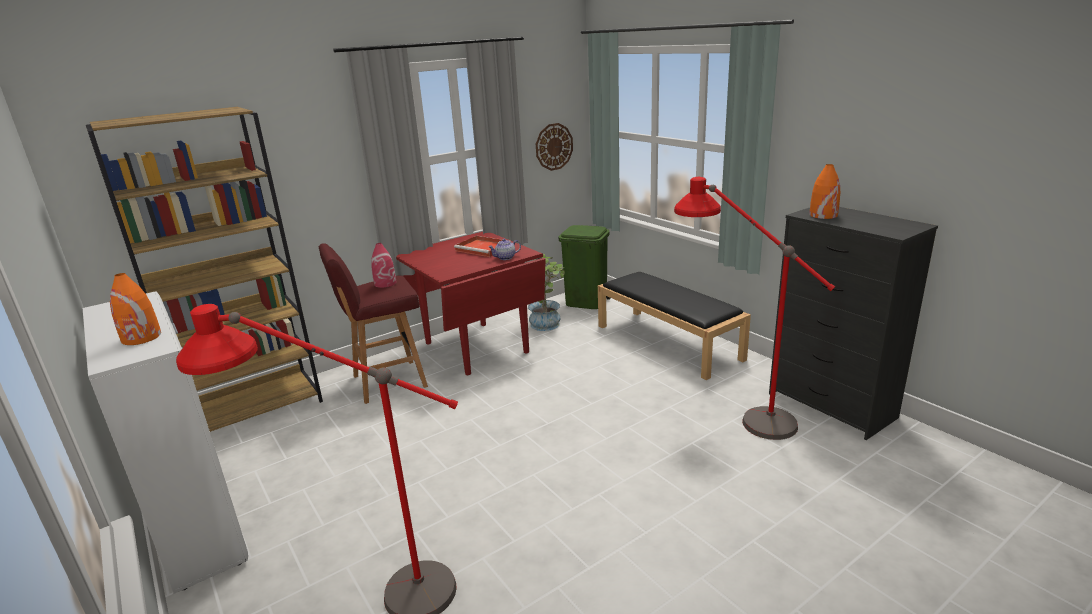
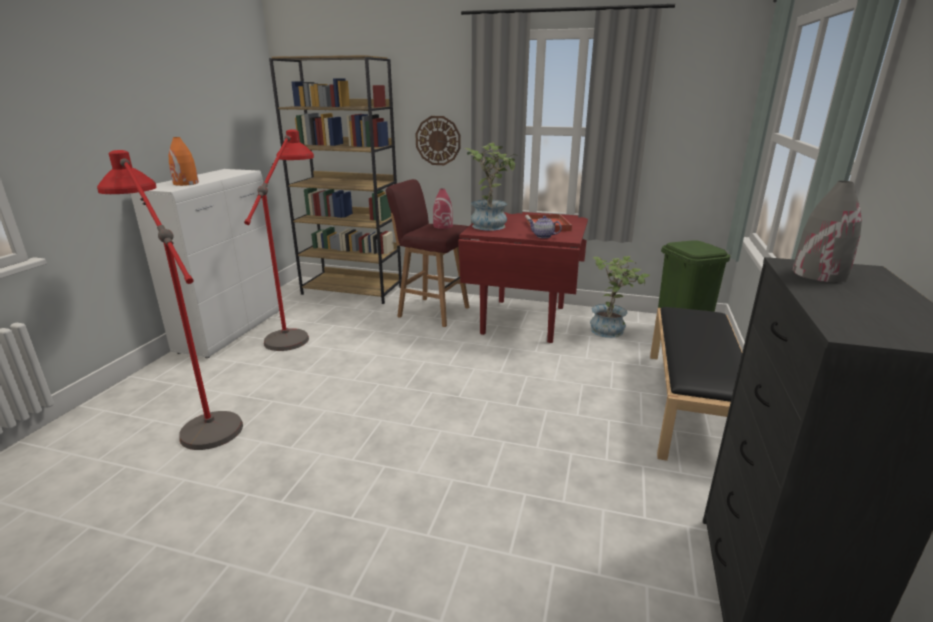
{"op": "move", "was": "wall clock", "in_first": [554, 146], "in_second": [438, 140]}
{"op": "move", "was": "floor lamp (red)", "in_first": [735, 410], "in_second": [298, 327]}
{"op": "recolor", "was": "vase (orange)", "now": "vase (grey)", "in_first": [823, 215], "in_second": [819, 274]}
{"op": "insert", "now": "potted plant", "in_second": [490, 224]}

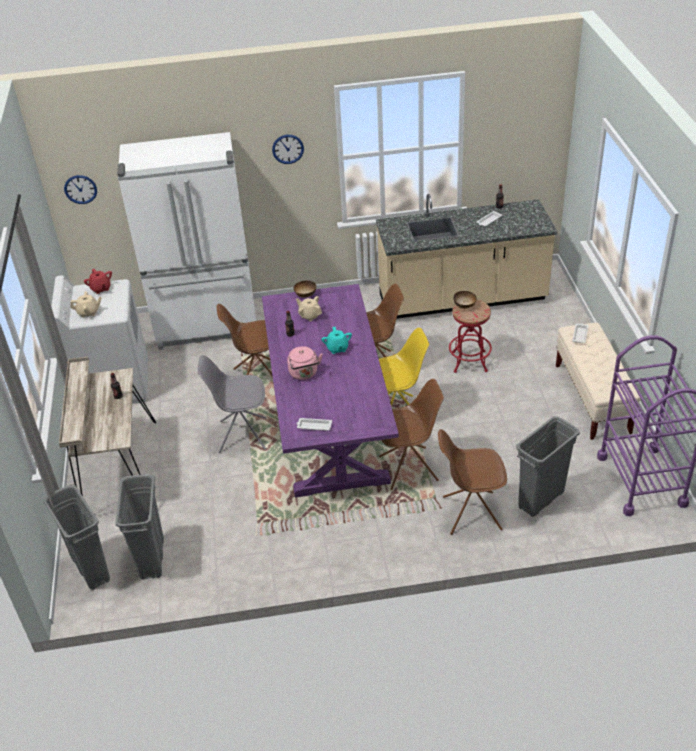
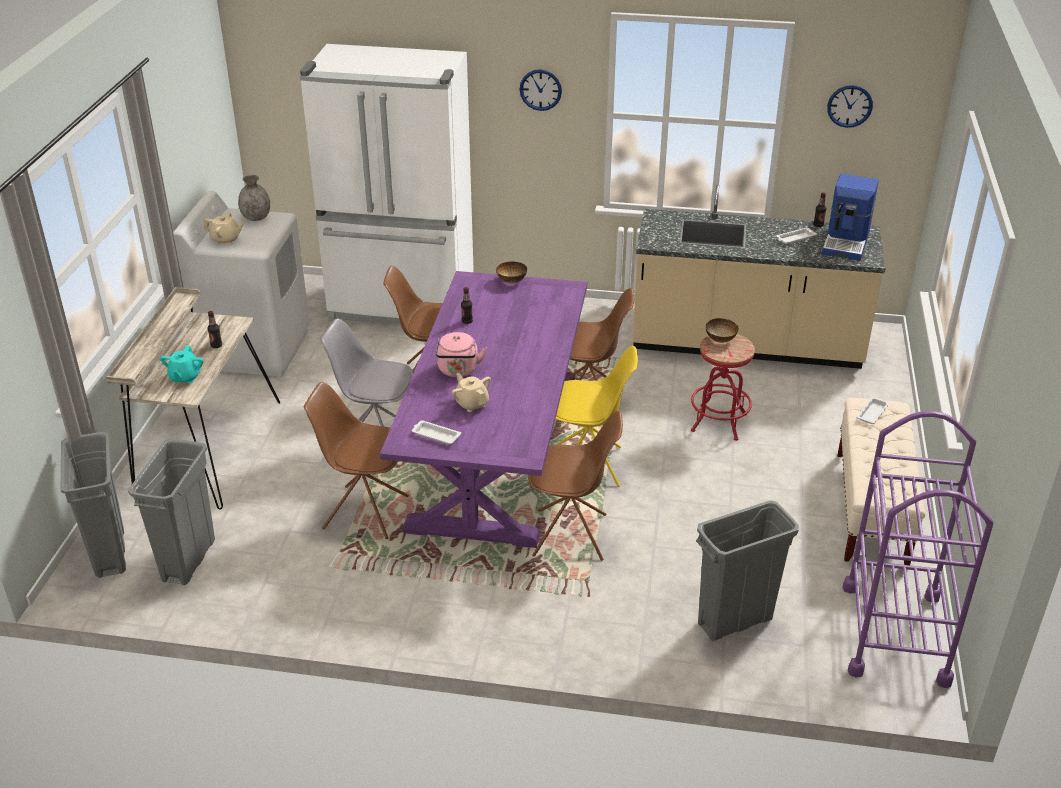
{"op": "move", "was": "wall clock", "in_first": [80, 189], "in_second": [849, 106]}
{"op": "replace", "was": "teapot (red)", "now": "vase (grey)", "in_first": [101, 289], "in_second": [256, 217]}
{"op": "move", "was": "teapot (beige)", "in_first": [310, 316], "in_second": [471, 403]}
{"op": "move", "was": "teapot (turquoise)", "in_first": [337, 348], "in_second": [185, 377]}
{"op": "move", "was": "chair (brown)", "in_first": [470, 513], "in_second": [364, 512]}
{"op": "insert", "now": "coffee machine", "in_second": [847, 242]}

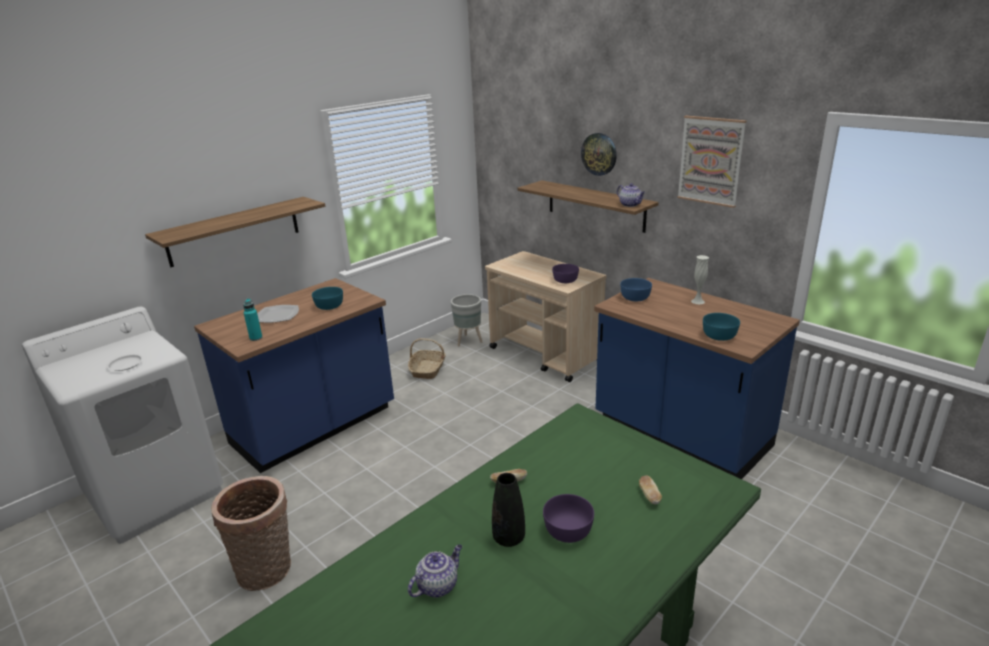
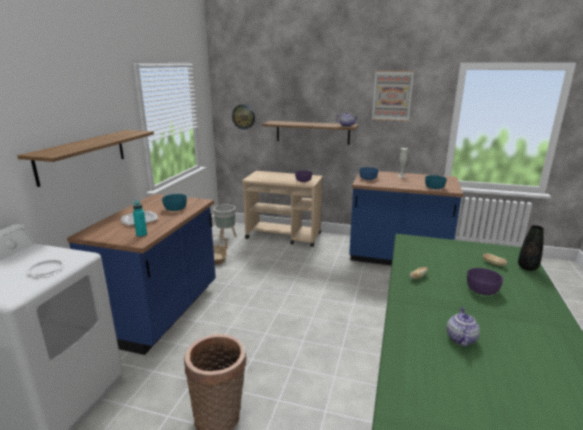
{"op": "move", "was": "vase (black)", "in_first": [509, 538], "in_second": [527, 267]}
{"op": "move", "was": "wall clock", "in_first": [599, 154], "in_second": [243, 116]}

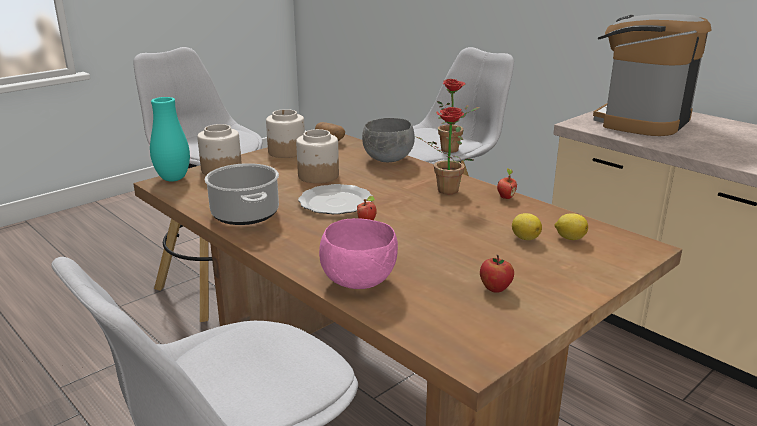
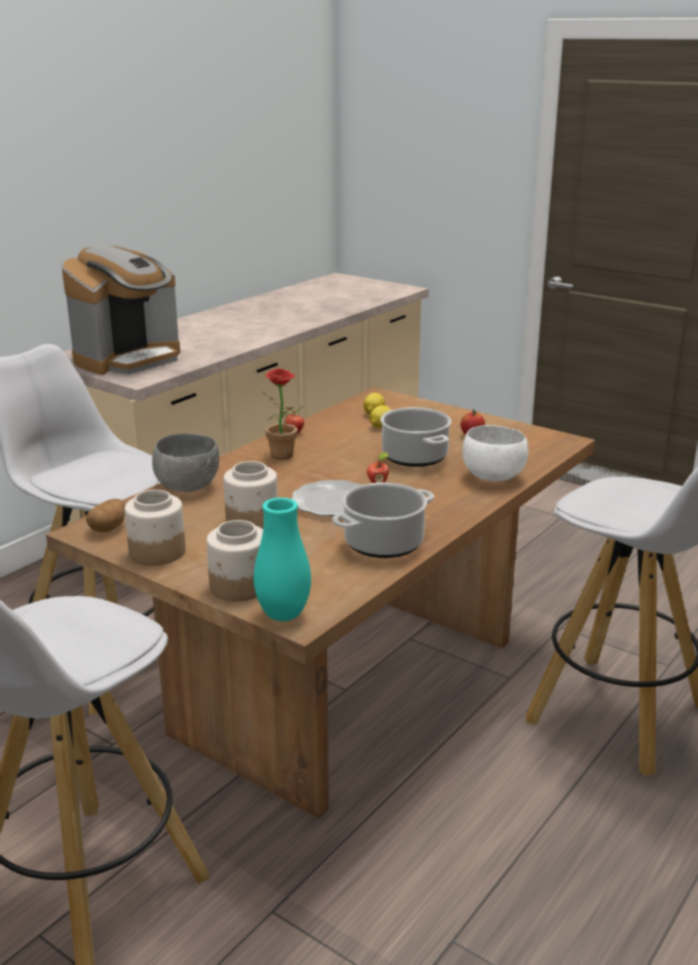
{"op": "recolor", "was": "bowl (pink)", "now": "bowl (white)", "in_first": [360, 281], "in_second": [492, 477]}
{"op": "delete", "was": "potted plant", "in_first": [453, 150]}
{"op": "rotate", "was": "coffee machine", "in_first": [640, 121], "in_second": [129, 359], "clockwise": -75}
{"op": "insert", "now": "cooking pot", "in_second": [415, 457]}

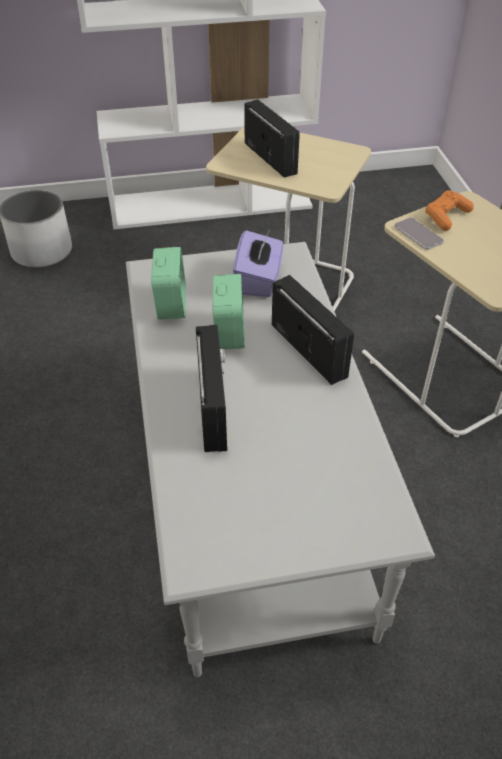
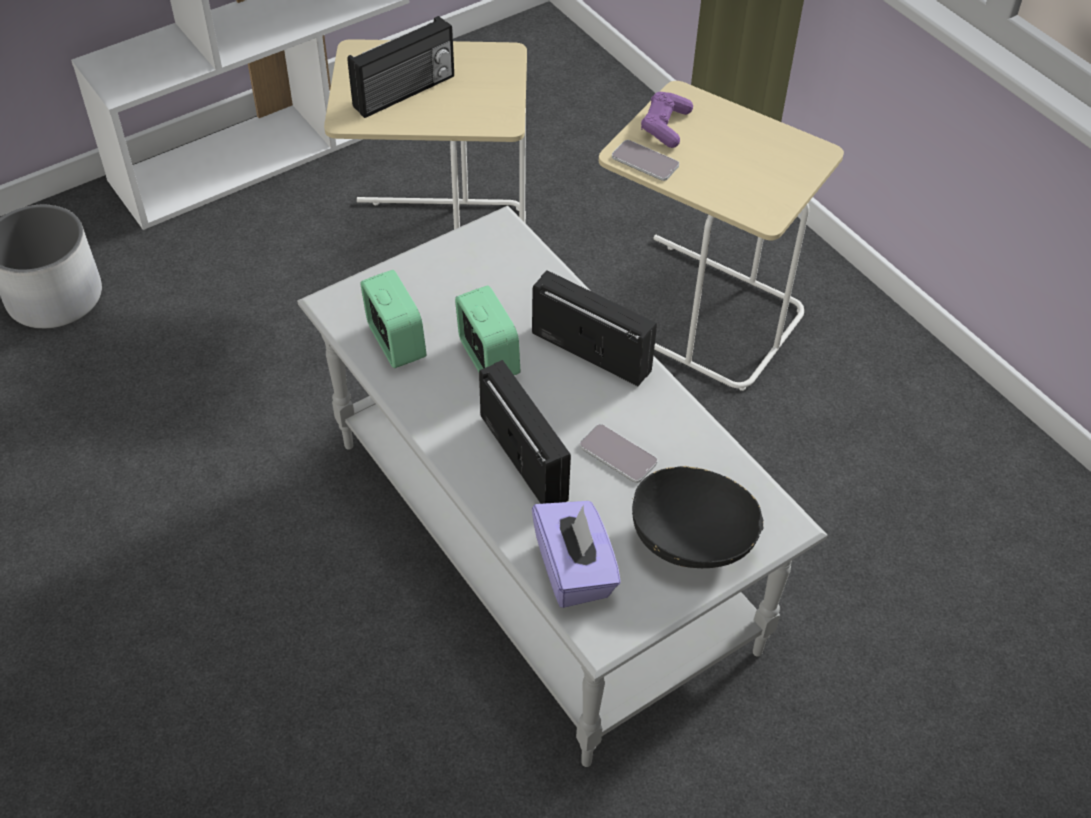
{"op": "move", "was": "tissue box (purple)", "in_first": [259, 280], "in_second": [574, 570]}
{"op": "rotate", "was": "radio", "in_first": [271, 158], "in_second": [405, 93], "clockwise": 105}
{"op": "recolor", "was": "game controller (orange)", "now": "game controller (purple)", "in_first": [446, 216], "in_second": [665, 126]}
{"op": "insert", "now": "phone", "in_second": [618, 454]}
{"op": "insert", "now": "bowl (black)", "in_second": [692, 539]}

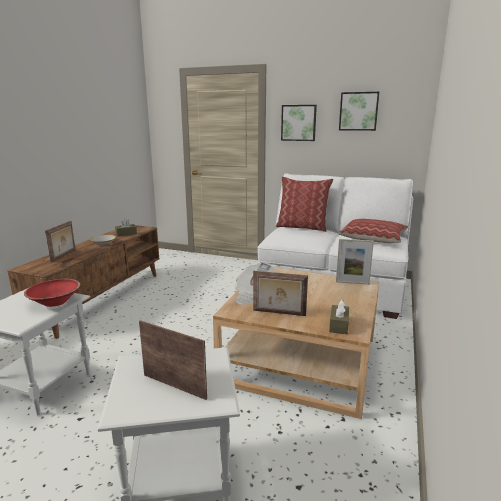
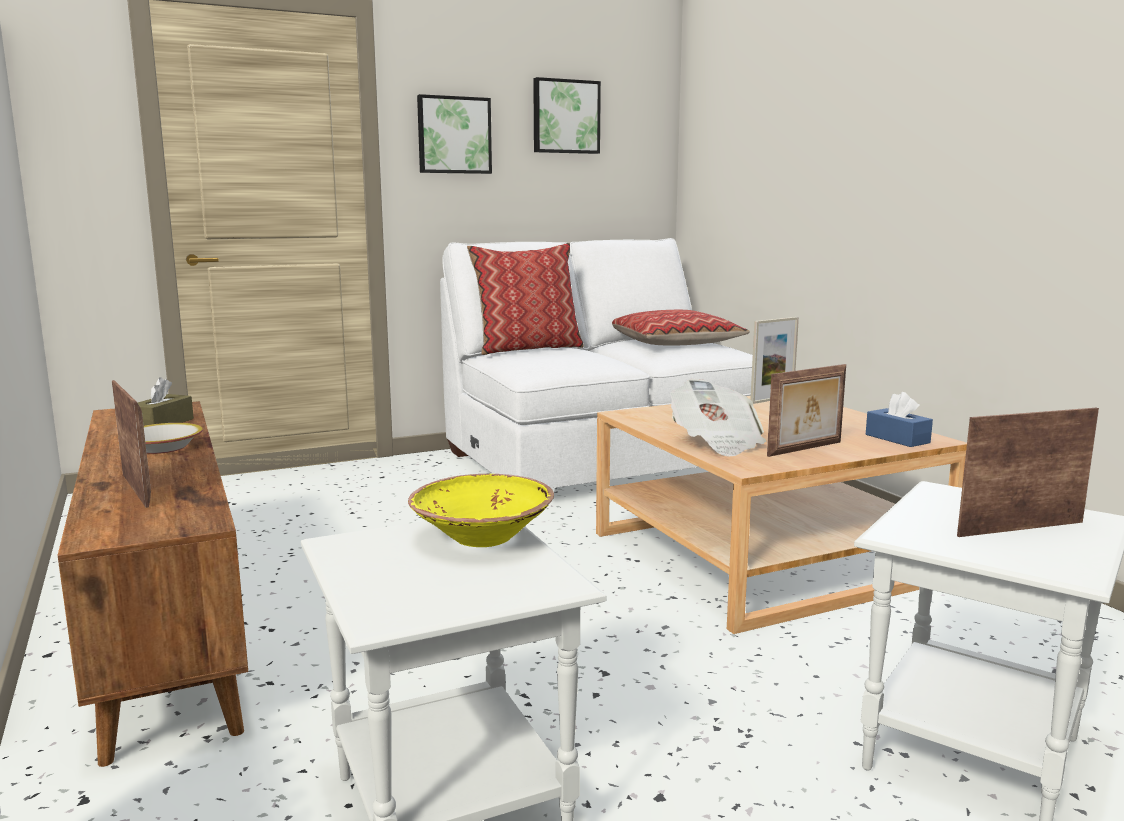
{"op": "recolor", "was": "bowl (red)", "now": "bowl (yellow)", "in_first": [55, 302], "in_second": [483, 537]}
{"op": "recolor", "was": "tissue box (brown)", "now": "tissue box (blue)", "in_first": [338, 325], "in_second": [897, 439]}

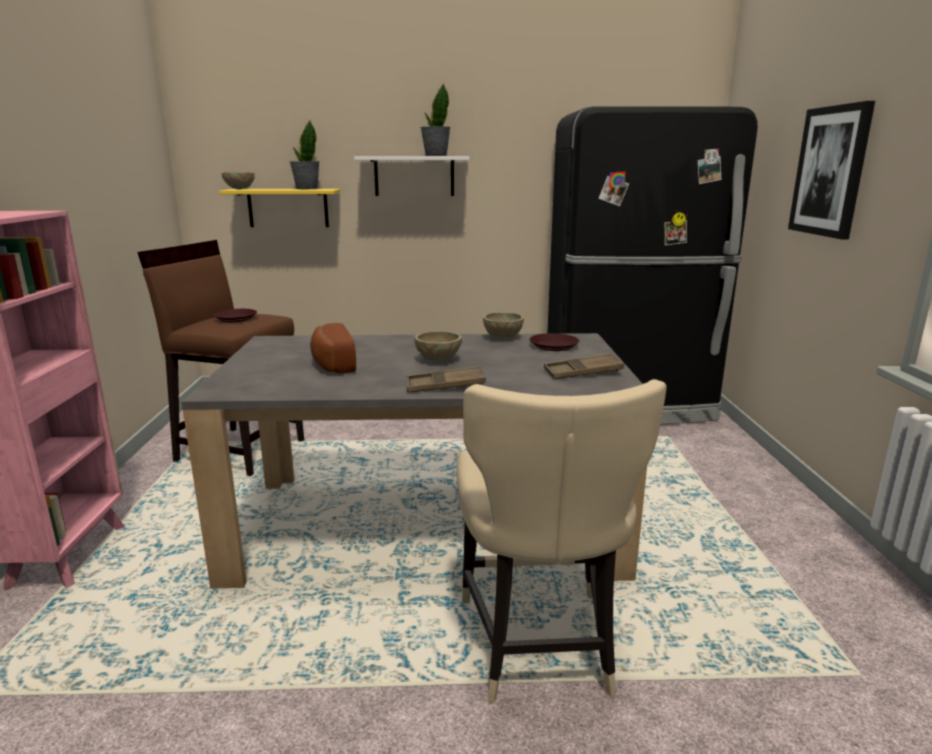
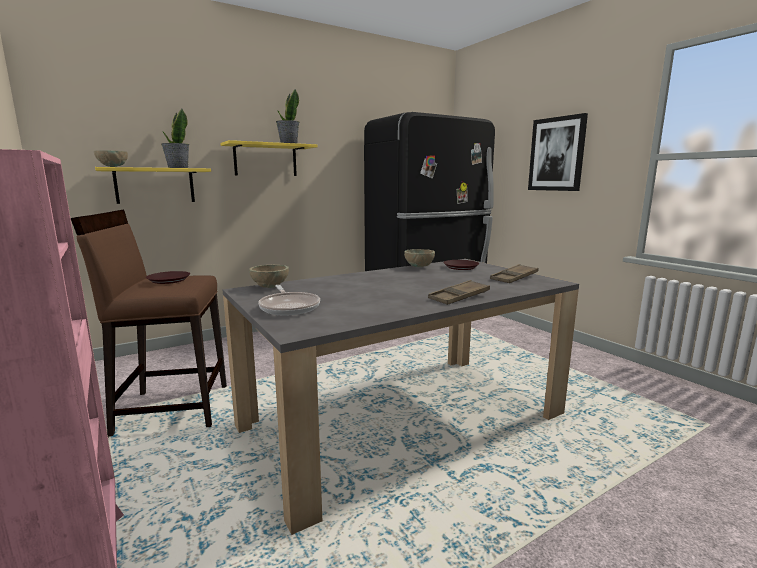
{"op": "delete", "was": "bread", "in_first": [331, 364]}
{"op": "recolor", "was": "shelf (white)", "now": "shelf (yellow)", "in_first": [414, 176], "in_second": [265, 160]}
{"op": "move", "was": "bowl (beige)", "in_first": [438, 360], "in_second": [270, 287]}
{"op": "delete", "was": "chair (beige)", "in_first": [538, 646]}
{"op": "insert", "now": "frying pan", "in_second": [289, 307]}

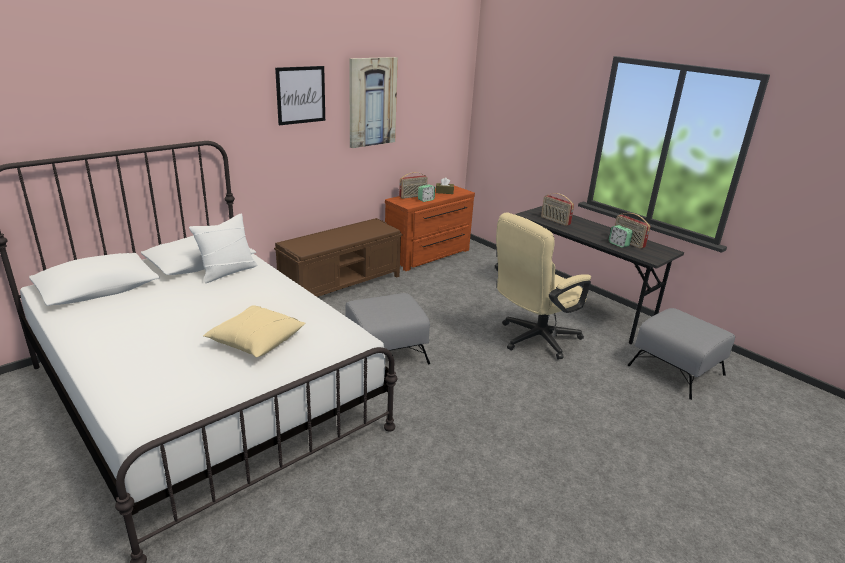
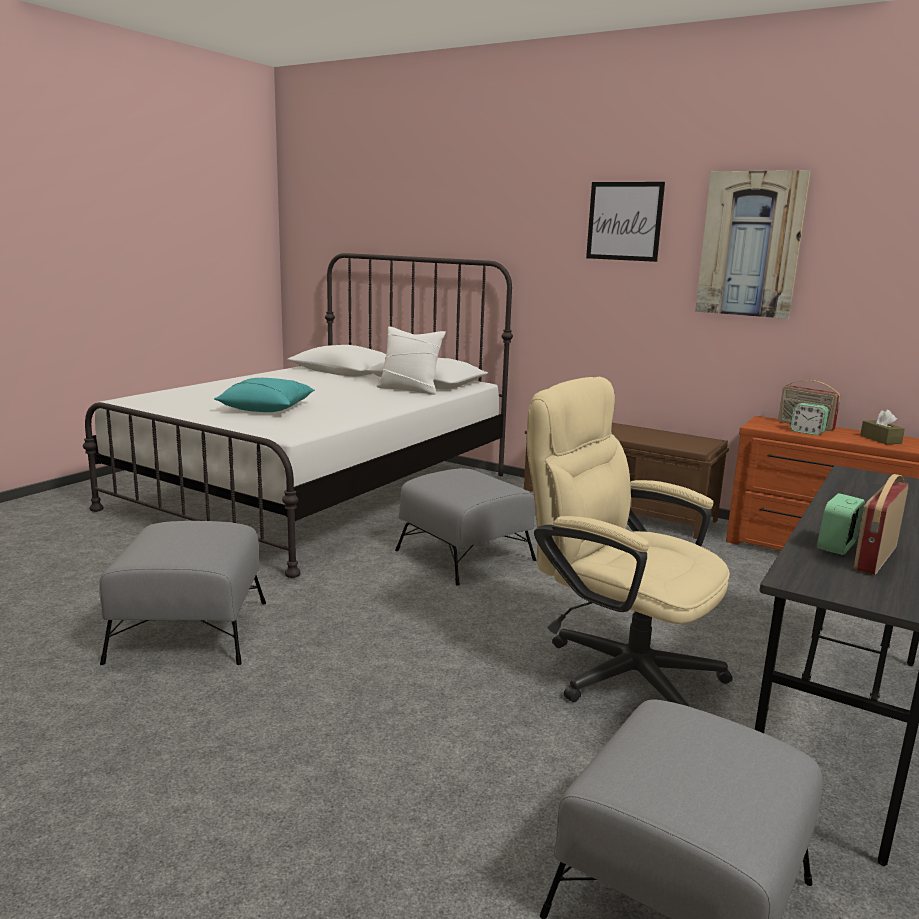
{"op": "recolor", "was": "pillow (beige)", "now": "pillow (turquoise)", "in_first": [256, 341], "in_second": [267, 408]}
{"op": "delete", "was": "radio", "in_first": [555, 221]}
{"op": "insert", "now": "ottoman (grey)", "in_second": [190, 630]}

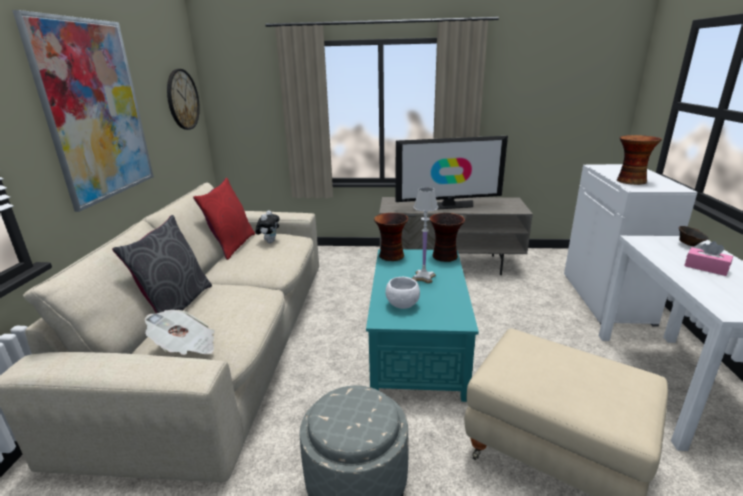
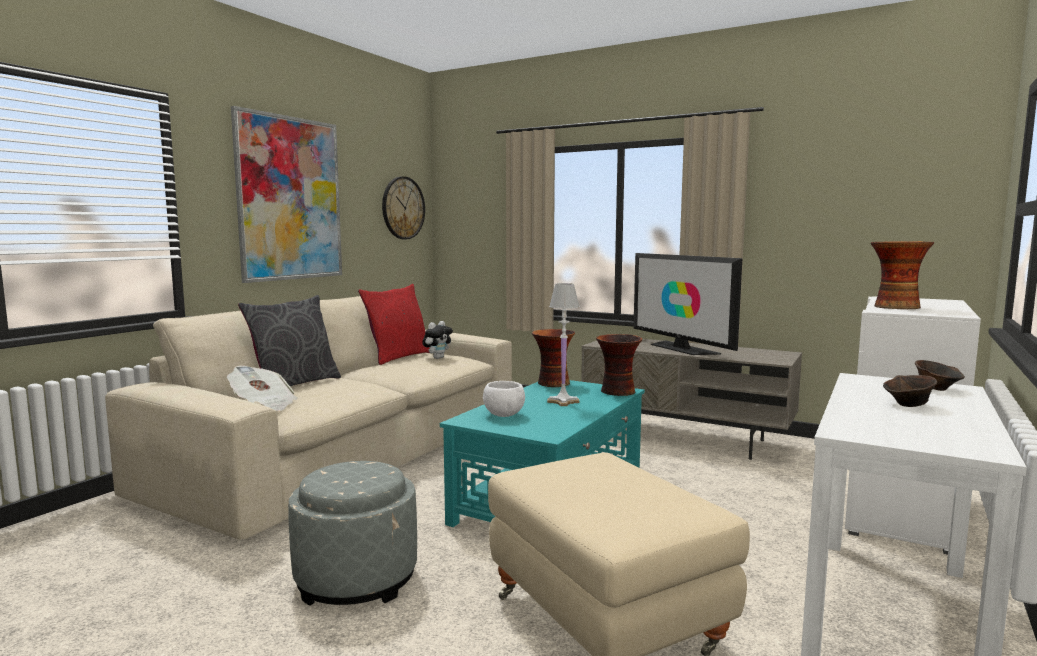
{"op": "rotate", "was": "television", "in_first": [448, 205], "in_second": [681, 348], "clockwise": 45}
{"op": "replace", "was": "tissue box (pink)", "now": "bowl (brown)", "in_first": [706, 268], "in_second": [908, 405]}

